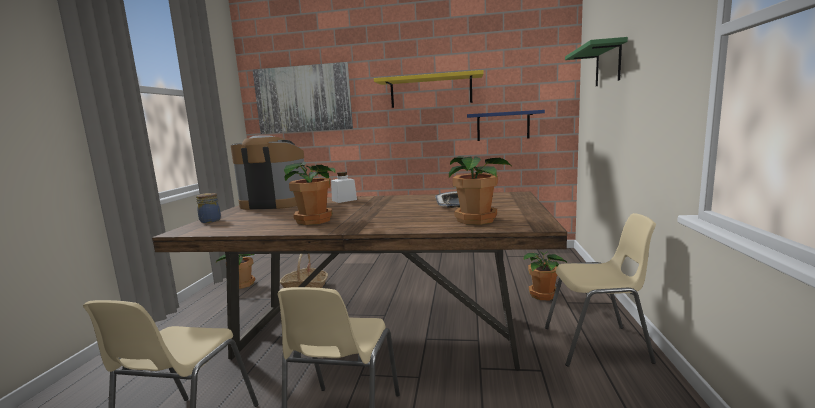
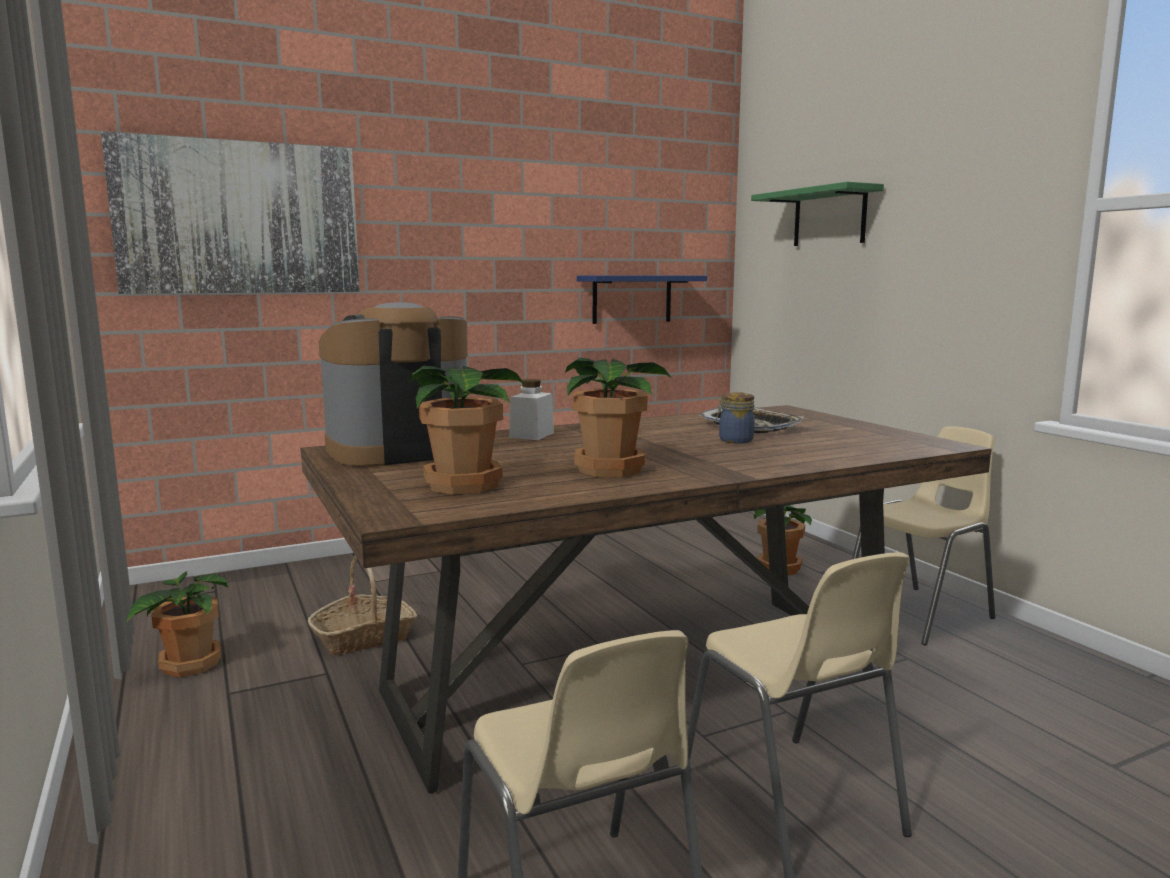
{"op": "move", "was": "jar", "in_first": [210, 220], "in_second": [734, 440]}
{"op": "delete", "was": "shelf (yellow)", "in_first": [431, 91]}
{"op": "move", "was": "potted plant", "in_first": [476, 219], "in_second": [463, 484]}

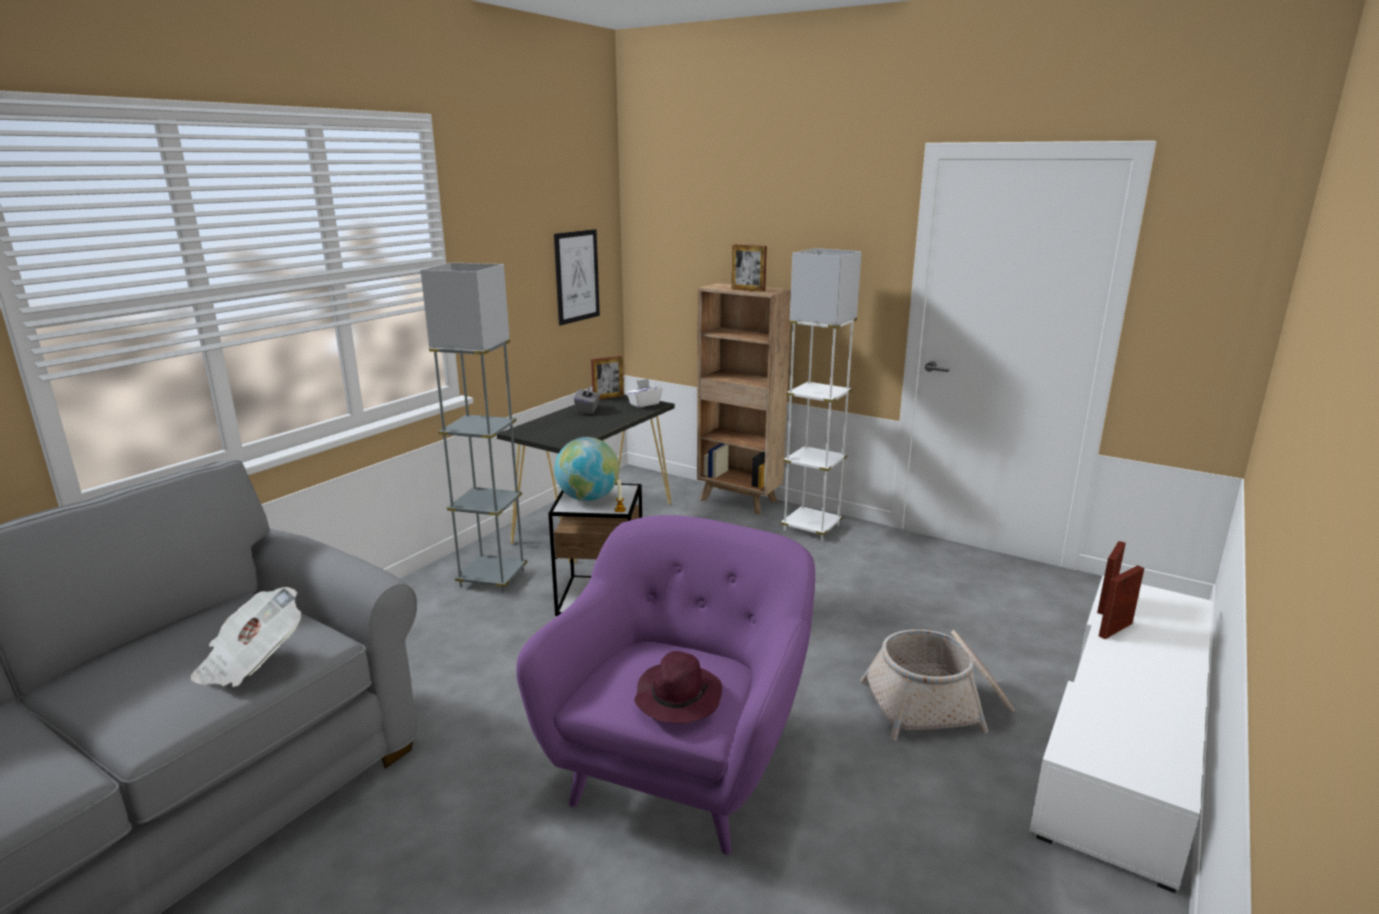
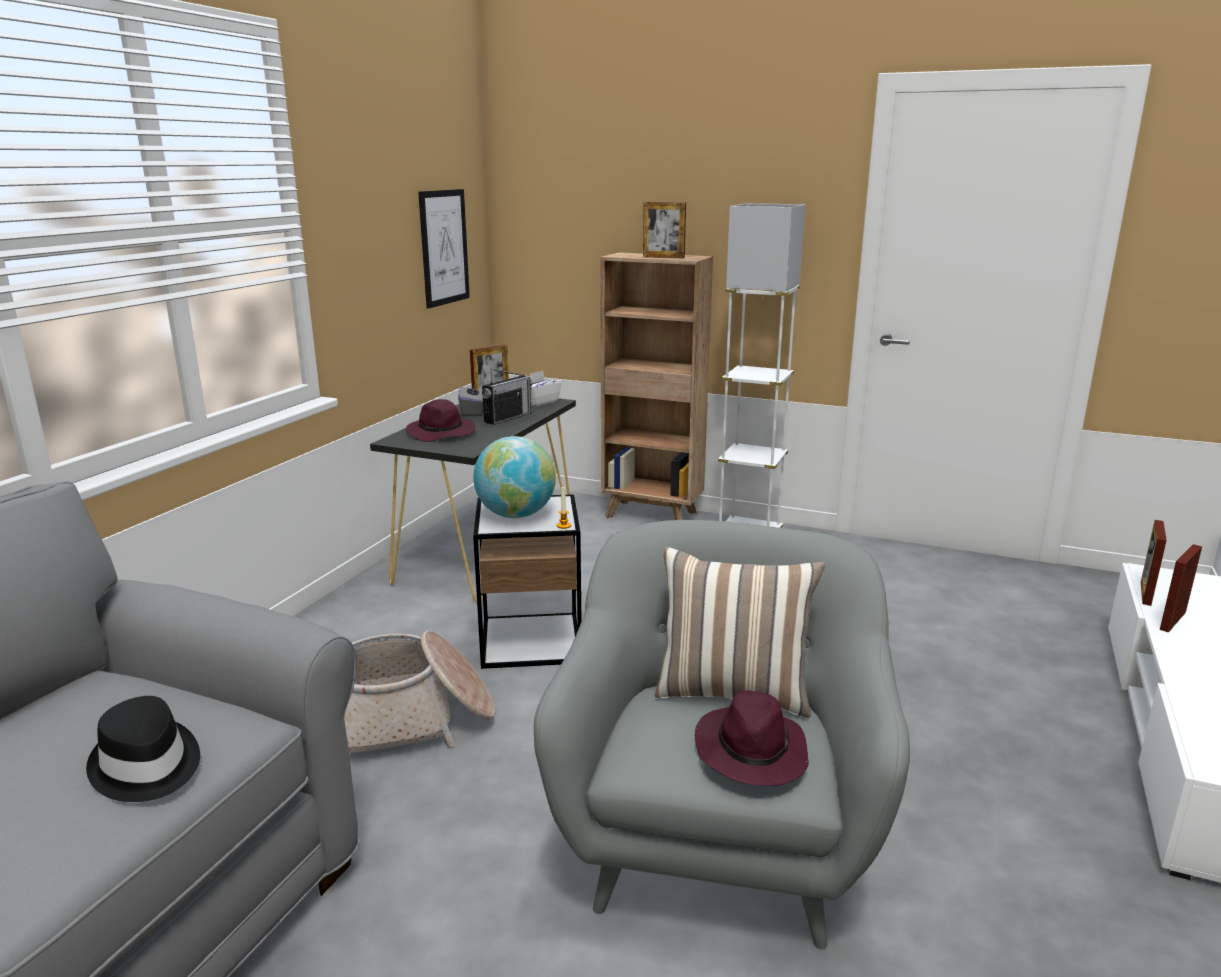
{"op": "replace", "was": "newspaper", "now": "hat (black)", "in_first": [251, 661], "in_second": [146, 766]}
{"op": "delete", "was": "floor lamp (grey)", "in_first": [492, 578]}
{"op": "recolor", "was": "armchair (purple)", "now": "armchair (grey)", "in_first": [681, 766], "in_second": [718, 841]}
{"op": "move", "was": "basket", "in_first": [938, 705], "in_second": [412, 721]}
{"op": "insert", "now": "hat (purple)", "in_second": [442, 433]}
{"op": "insert", "now": "radio", "in_second": [507, 417]}
{"op": "insert", "now": "pillow", "in_second": [733, 692]}

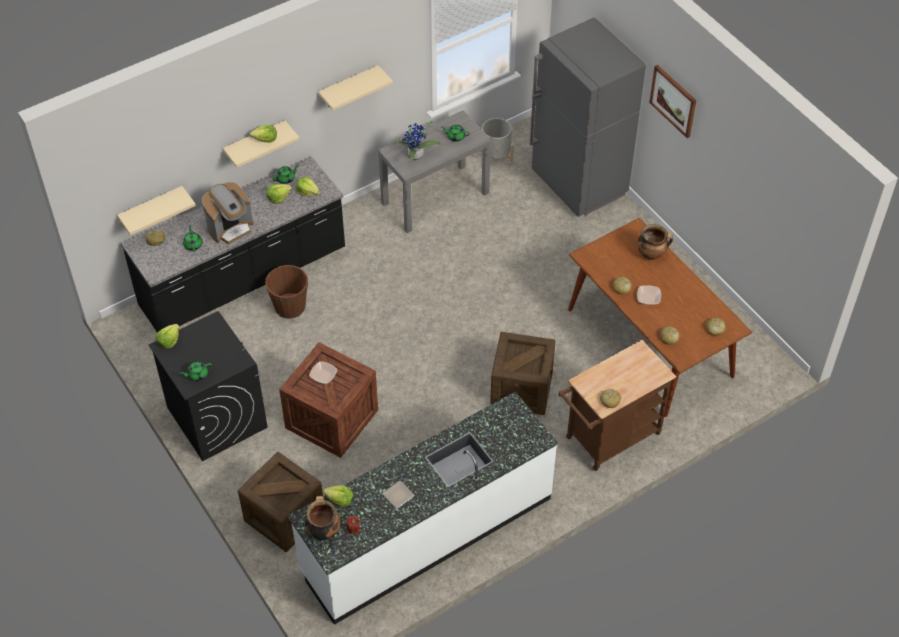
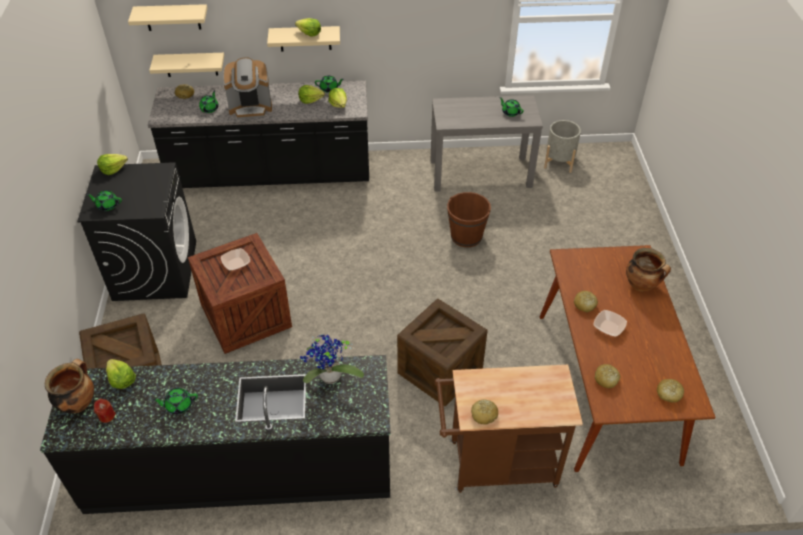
{"op": "move", "was": "bucket (brown)", "in_first": [290, 306], "in_second": [466, 236]}
{"op": "recolor", "was": "counter (white)", "now": "counter (black)", "in_first": [426, 534], "in_second": [241, 468]}
{"op": "move", "was": "shelf (beige)", "in_first": [349, 87], "in_second": [172, 17]}
{"op": "replace", "was": "plate", "now": "teapot (green)", "in_first": [398, 496], "in_second": [178, 405]}
{"op": "move", "was": "potted plant", "in_first": [416, 157], "in_second": [329, 378]}
{"op": "delete", "was": "fridge (grey)", "in_first": [579, 185]}
{"op": "delete", "was": "picture", "in_first": [673, 100]}

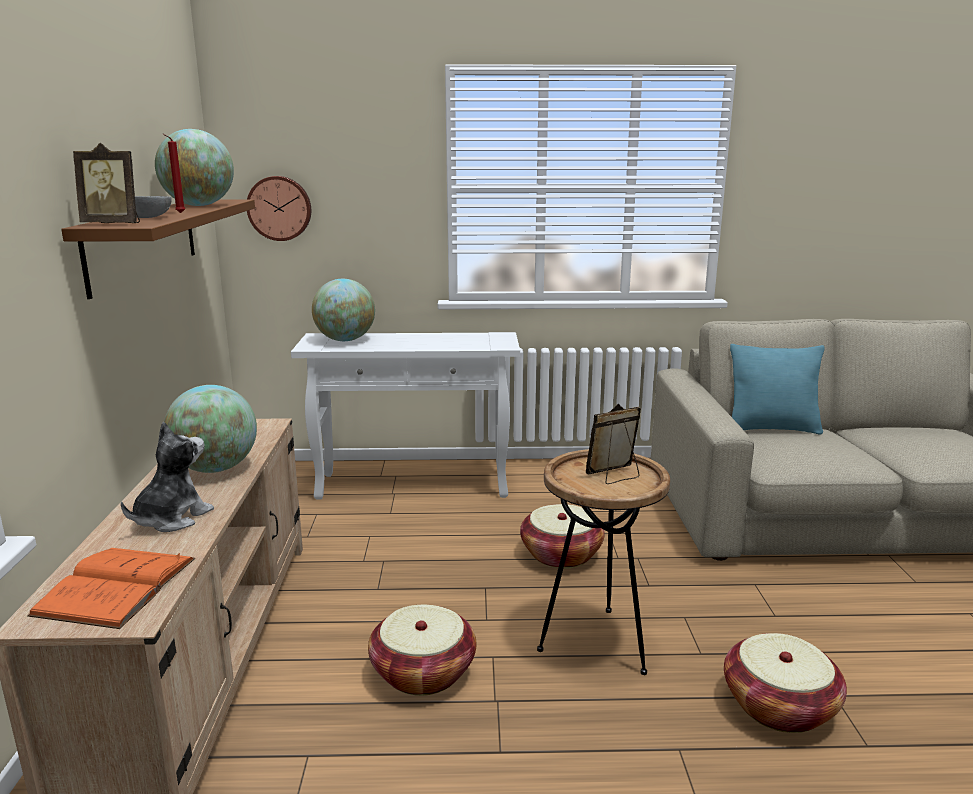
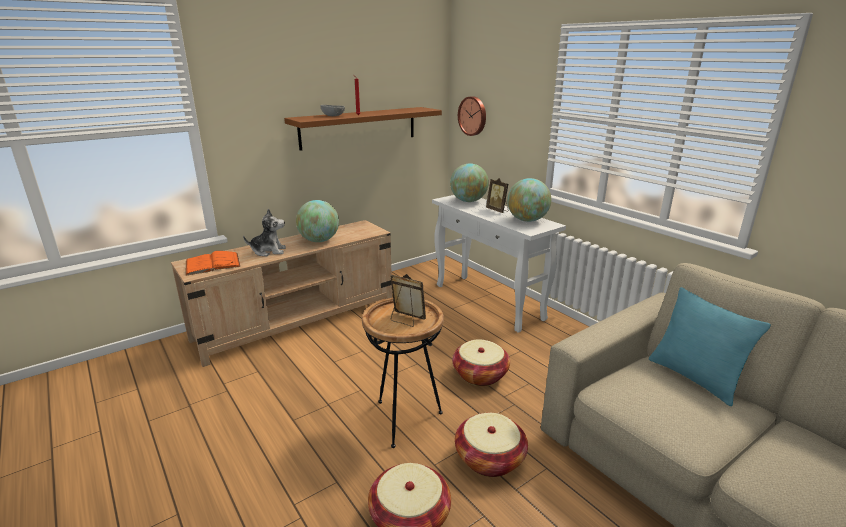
{"op": "move", "was": "picture frame", "in_first": [114, 224], "in_second": [498, 210]}
{"op": "move", "was": "globe", "in_first": [199, 205], "in_second": [527, 220]}
{"op": "move", "was": "basket", "in_first": [423, 672], "in_second": [489, 458]}

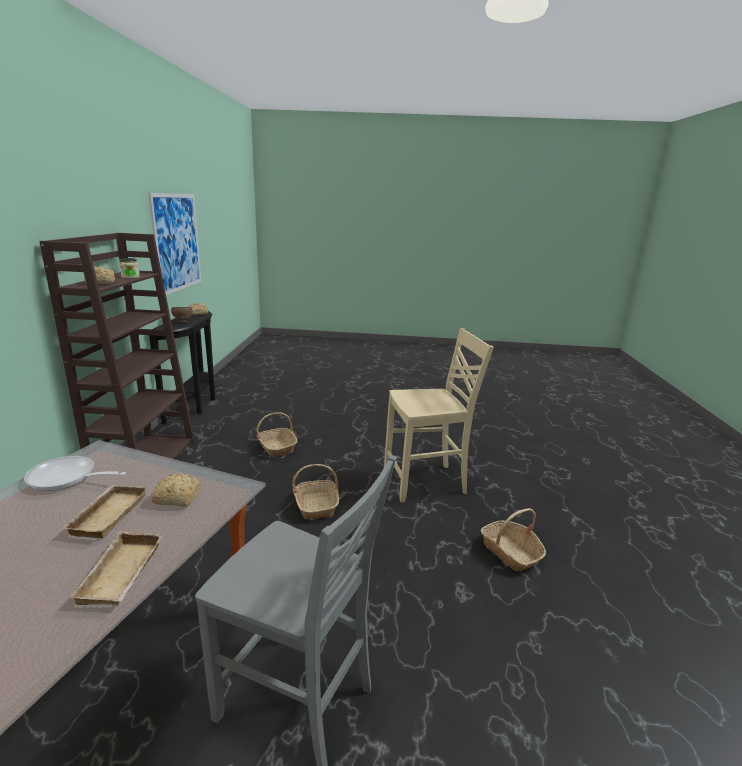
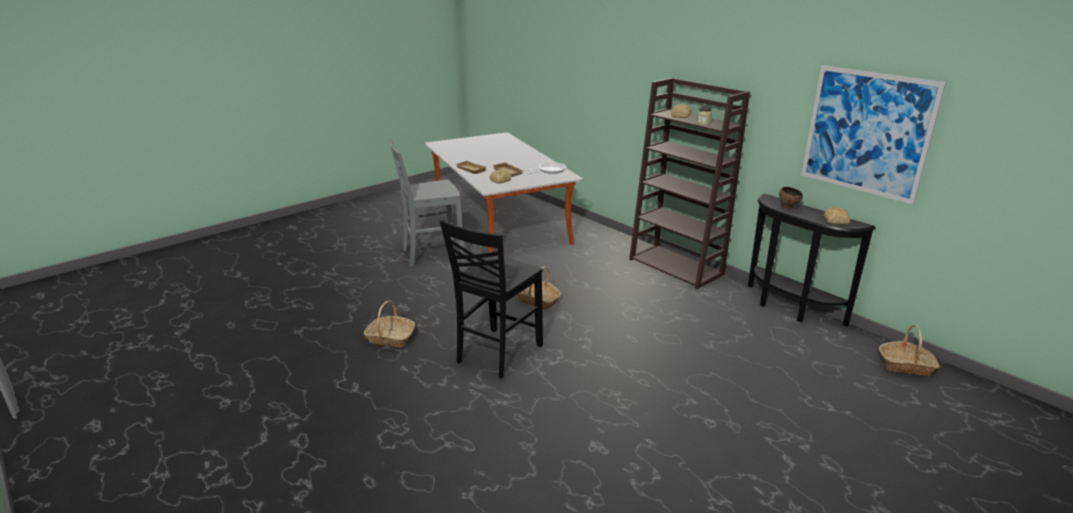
{"op": "move", "was": "basket", "in_first": [276, 447], "in_second": [905, 365]}
{"op": "recolor", "was": "chair (beige)", "now": "chair (black)", "in_first": [426, 482], "in_second": [497, 354]}

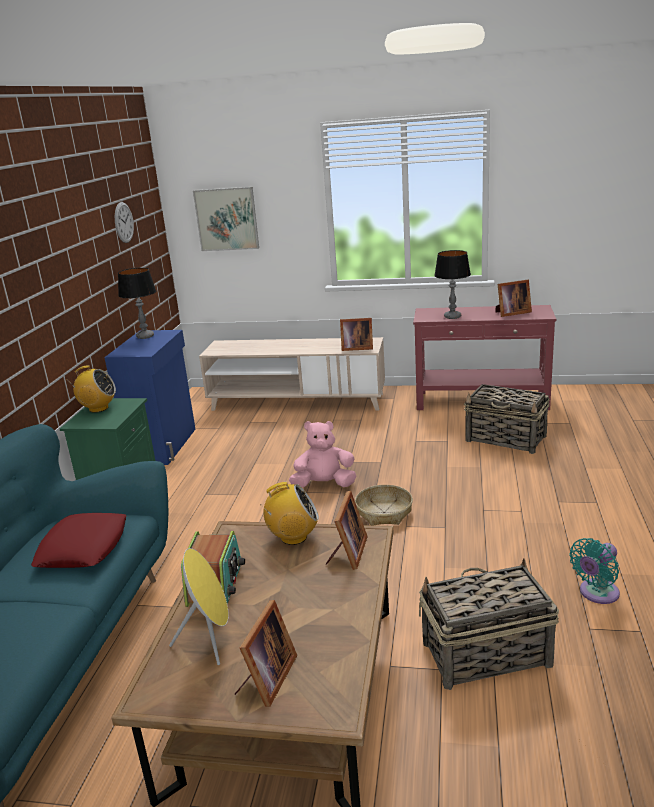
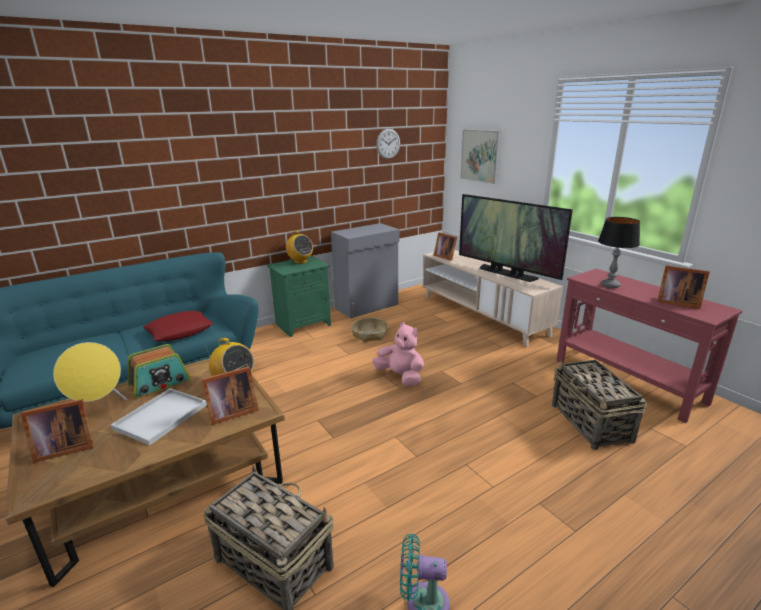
{"op": "recolor", "was": "cabinet (blue)", "now": "cabinet (grey)", "in_first": [164, 445], "in_second": [367, 306]}
{"op": "delete", "was": "table lamp", "in_first": [145, 336]}
{"op": "move", "was": "picture frame", "in_first": [356, 348], "in_second": [445, 257]}
{"op": "move", "was": "basket", "in_first": [384, 512], "in_second": [370, 334]}
{"op": "insert", "now": "tray (white)", "in_second": [162, 415]}
{"op": "insert", "now": "television", "in_second": [506, 273]}

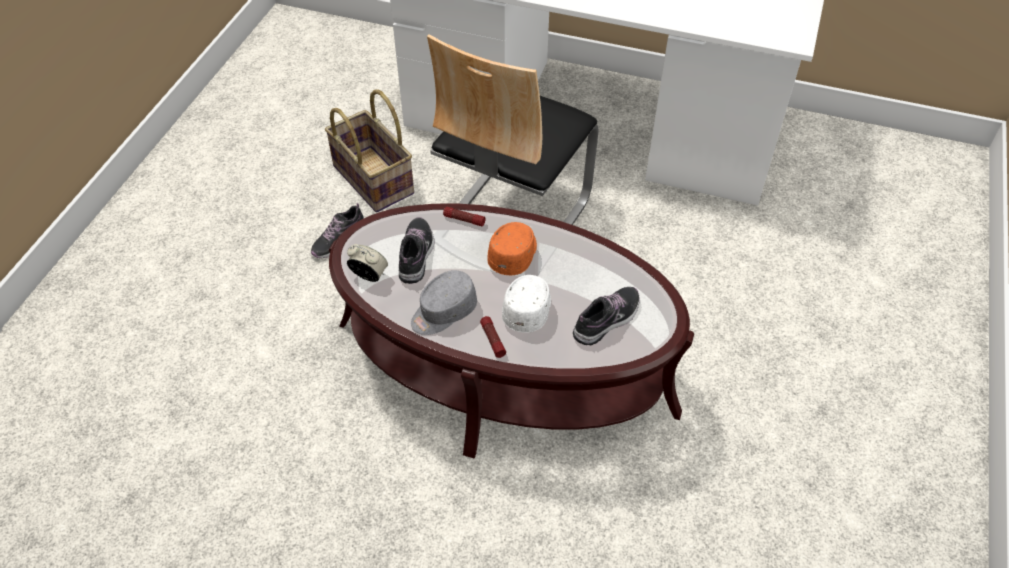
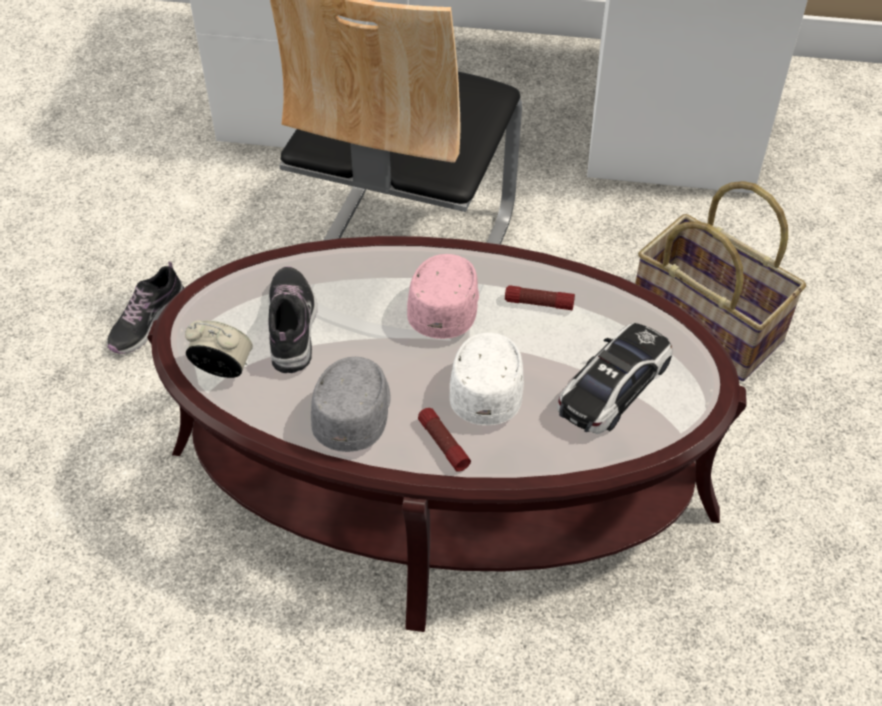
{"op": "move", "was": "basket", "in_first": [375, 179], "in_second": [708, 324]}
{"op": "rotate", "was": "cap (grey)", "in_first": [443, 312], "in_second": [354, 411], "clockwise": 150}
{"op": "move", "was": "flashlight", "in_first": [464, 220], "in_second": [539, 303]}
{"op": "recolor", "was": "cap (orange)", "now": "cap (pink)", "in_first": [514, 254], "in_second": [446, 305]}
{"op": "replace", "was": "shoe", "now": "toy car", "in_first": [607, 320], "in_second": [613, 388]}

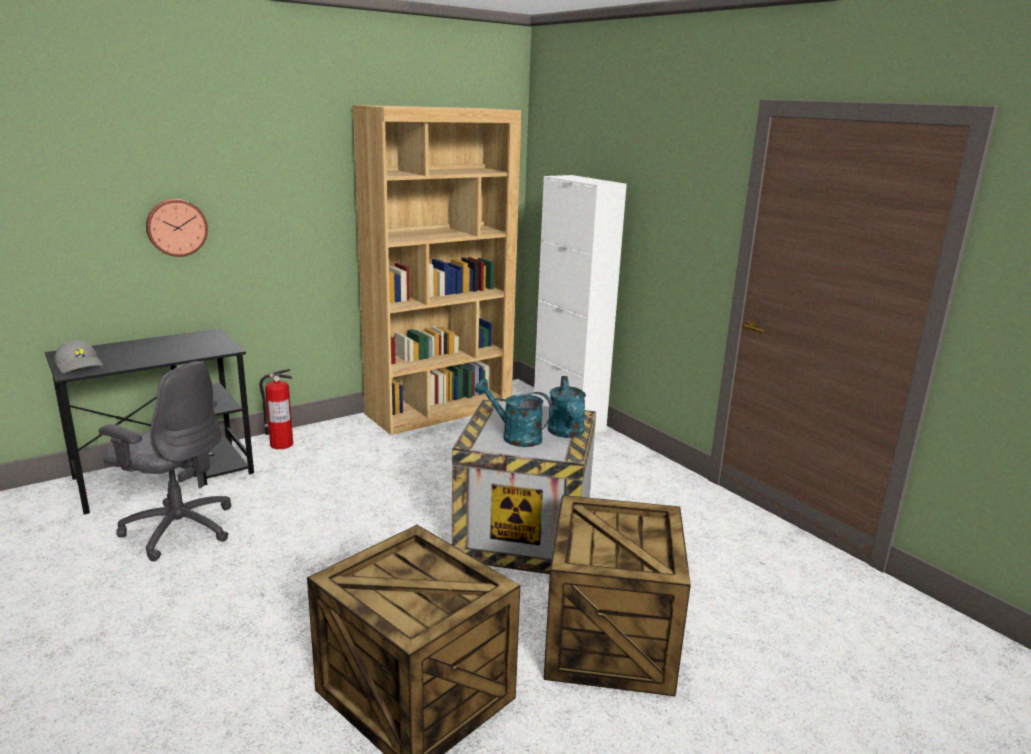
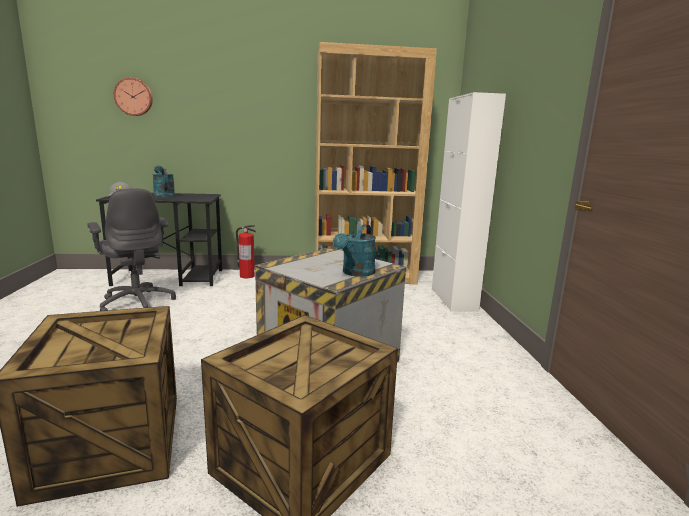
{"op": "move", "was": "wall clock", "in_first": [176, 227], "in_second": [134, 97]}
{"op": "move", "was": "watering can (turquoise)", "in_first": [515, 436], "in_second": [163, 195]}

